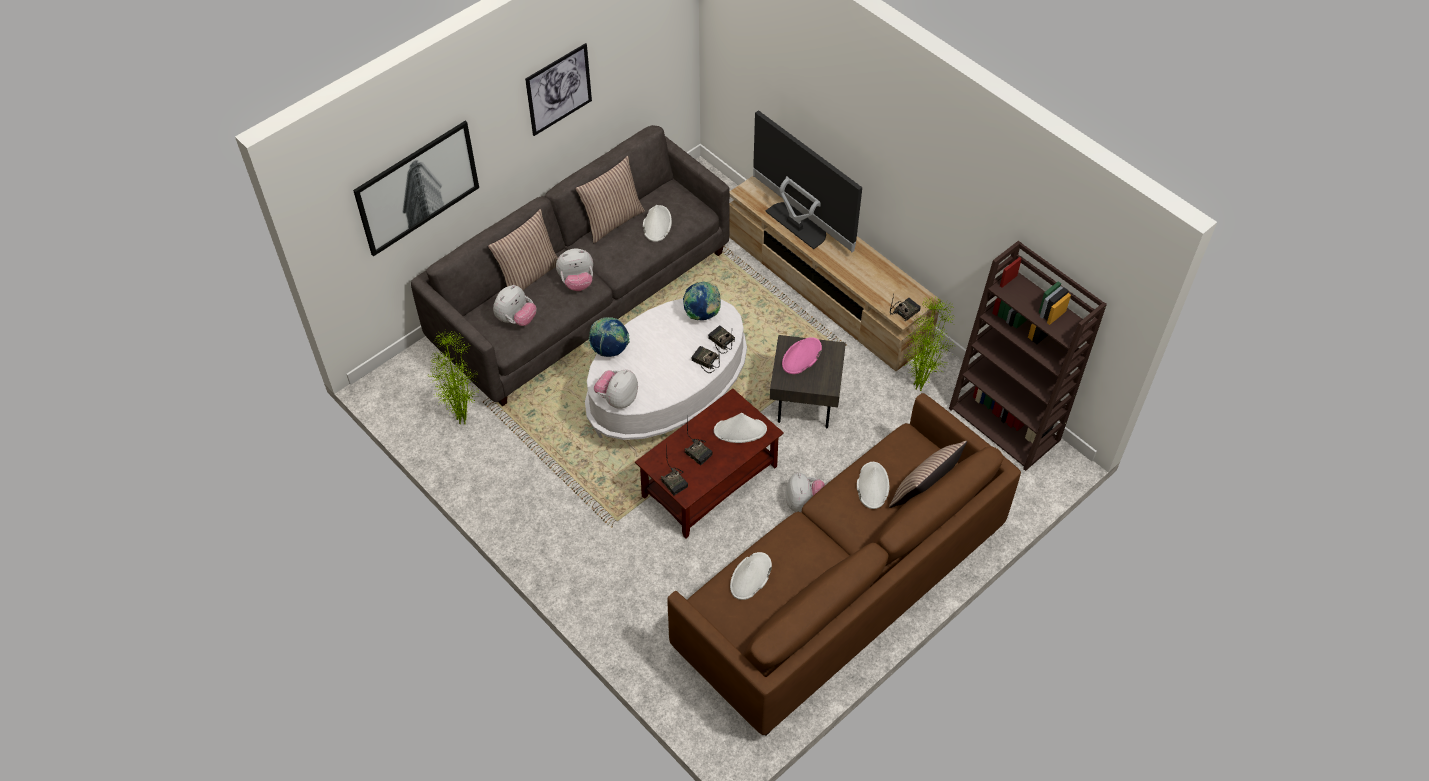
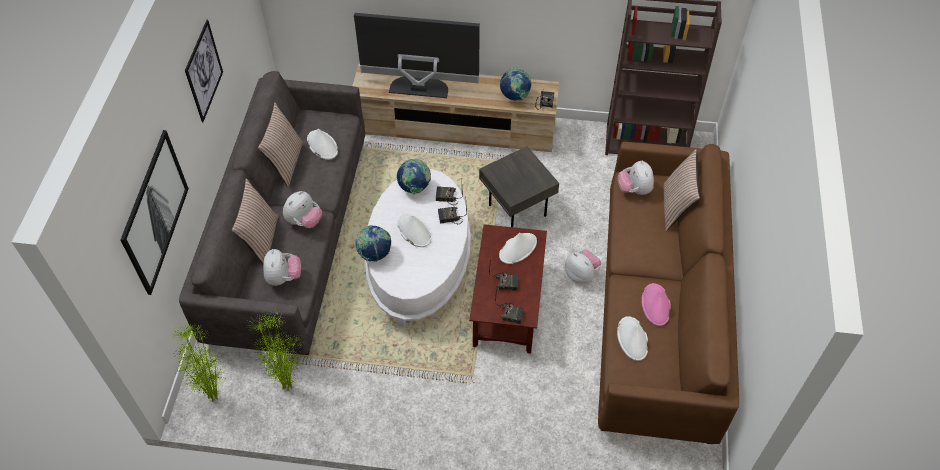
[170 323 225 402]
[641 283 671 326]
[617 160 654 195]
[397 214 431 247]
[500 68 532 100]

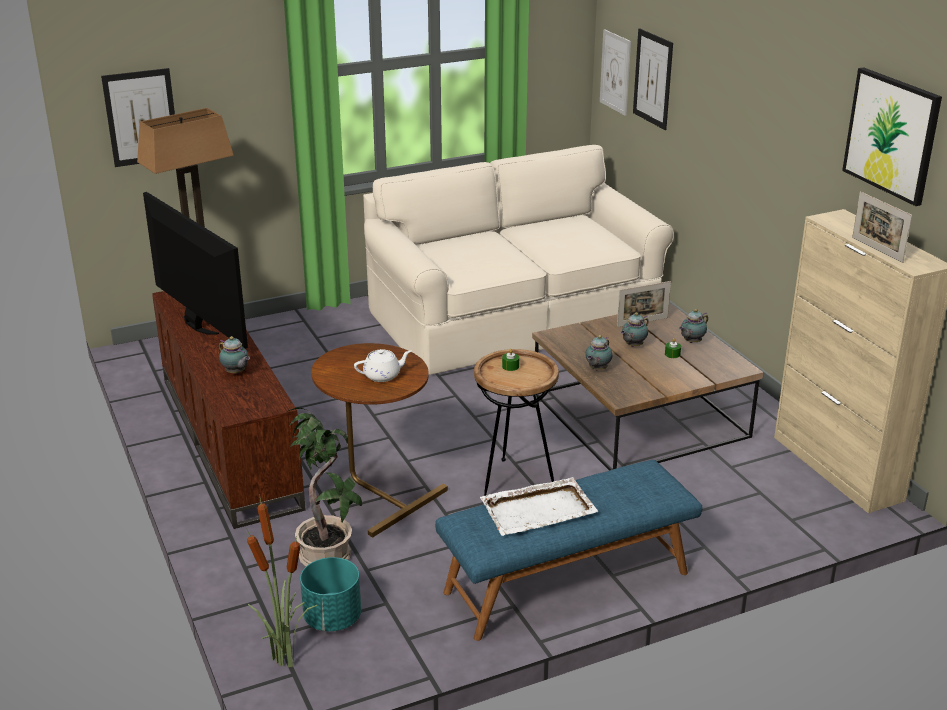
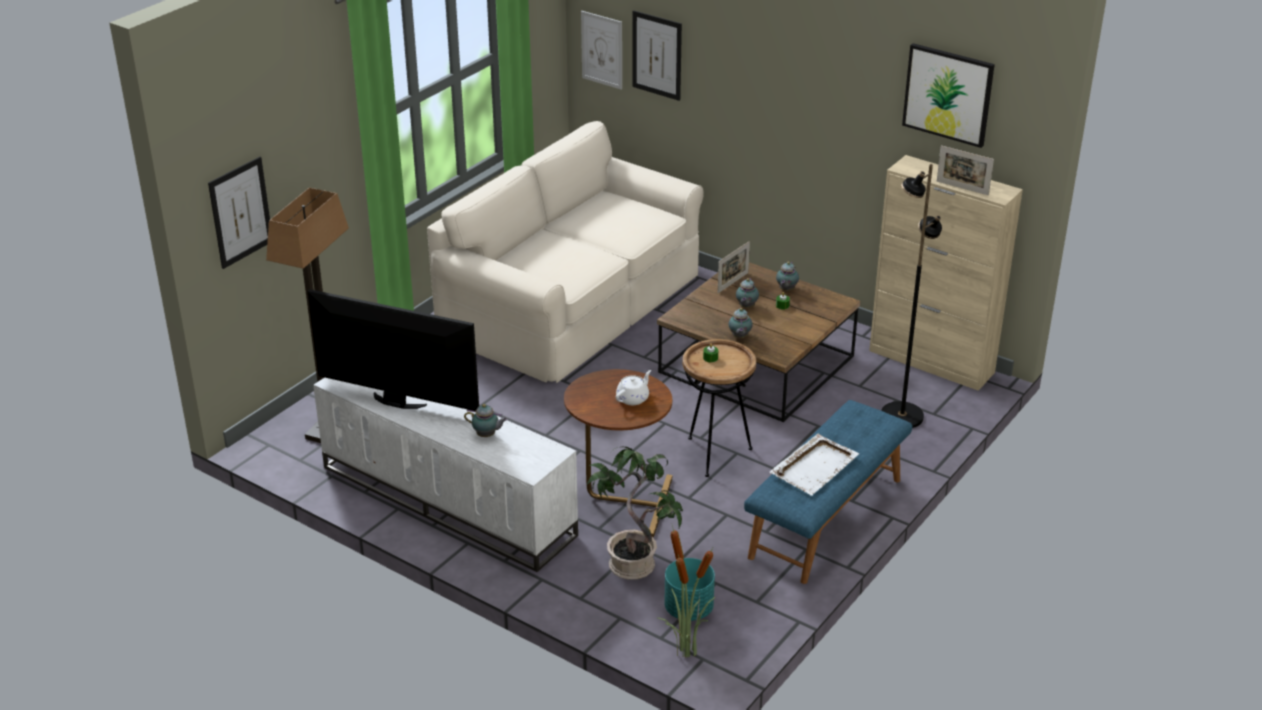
[313 377 578 572]
[881 164 942 428]

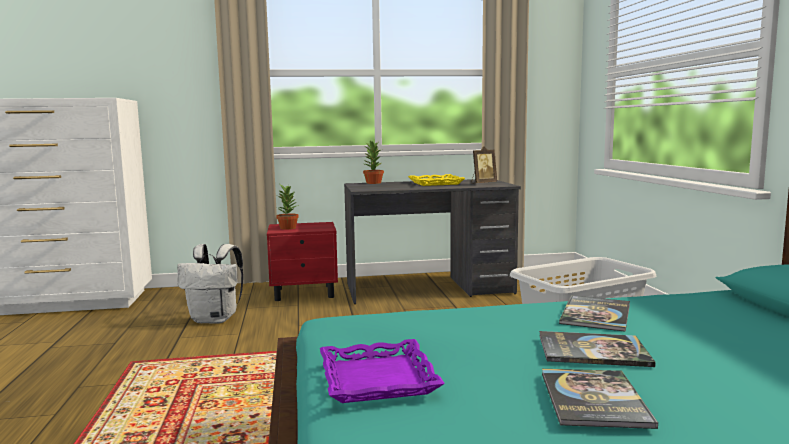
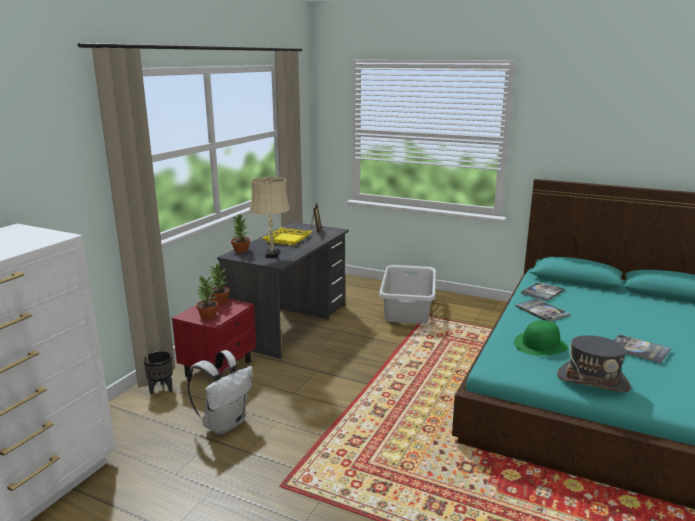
[521 282 565 301]
[557 335 631 392]
[250 176 290 258]
[210 262 230 304]
[514 320 568 356]
[143 351 173 395]

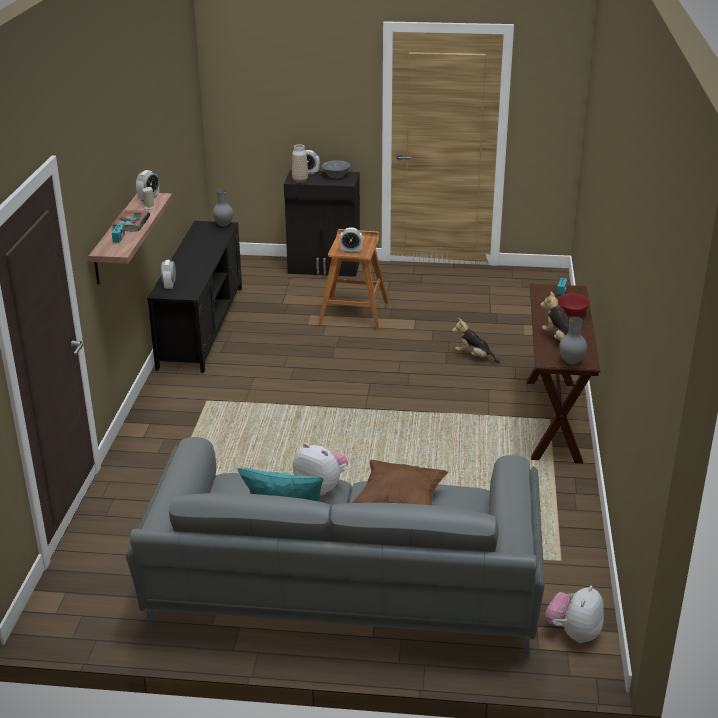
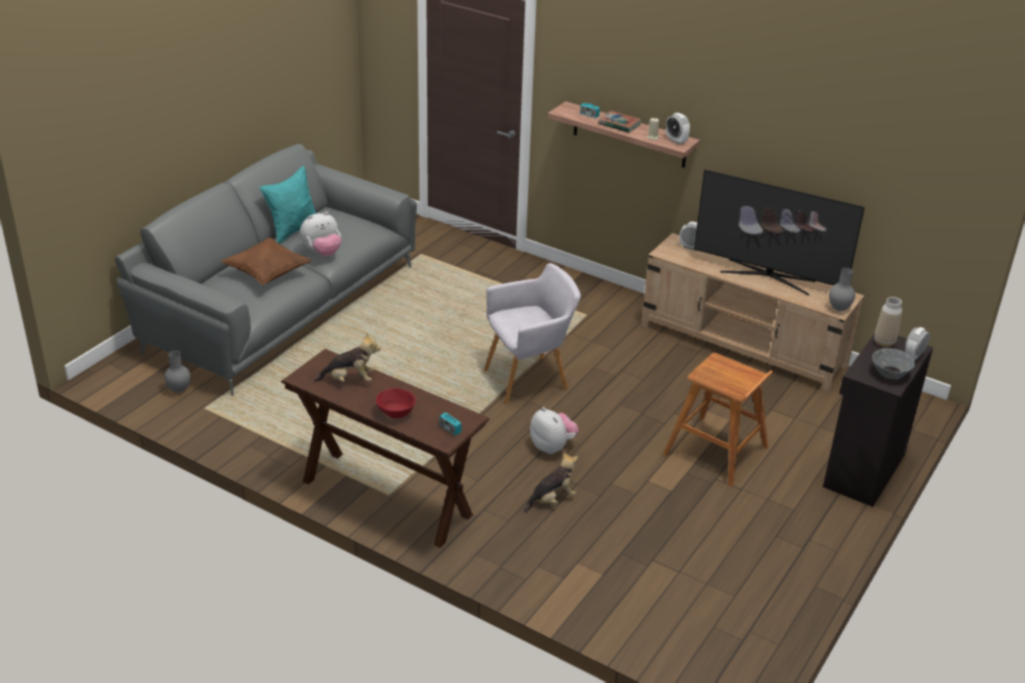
[641 233 864 394]
[340 227 363 253] (first image)
[164 350 191 393]
[530 407 579 455]
[694 170 865 295]
[484 263 581 404]

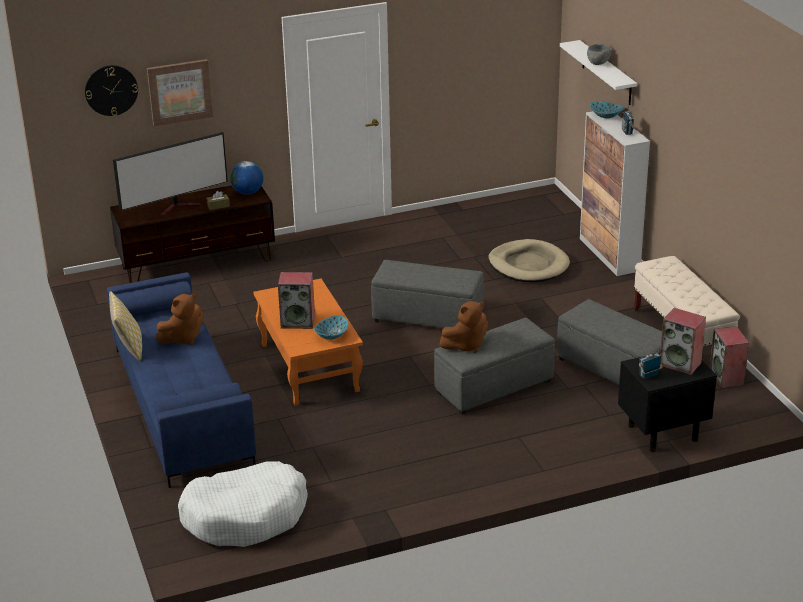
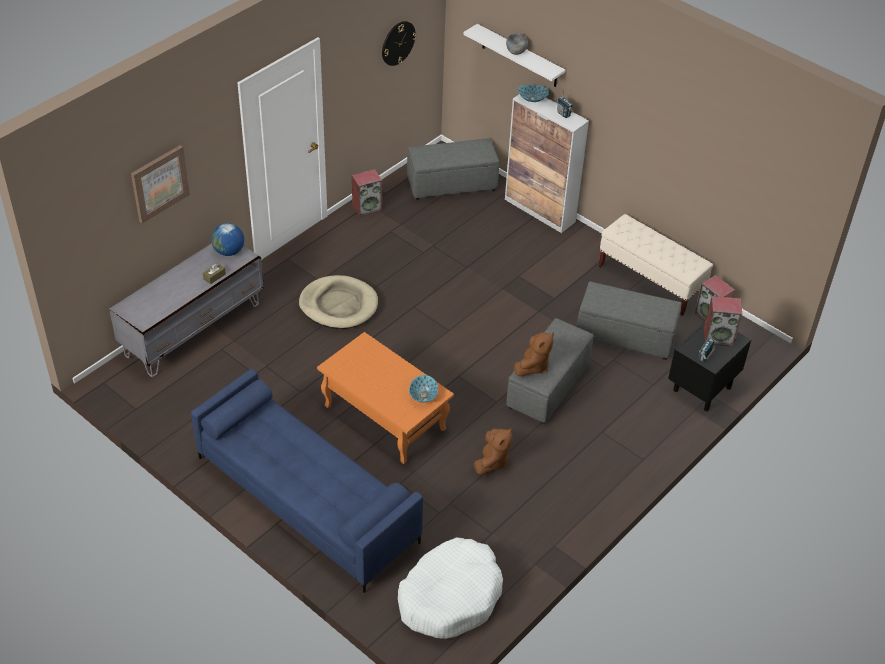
[382 21 416 66]
[113 132 228 216] (first image)
[109 243 264 377]
[299 275 378 329]
[407 138 499 200]
[352 169 382 217]
[109 291 142 361] (first image)
[474 427 513 475]

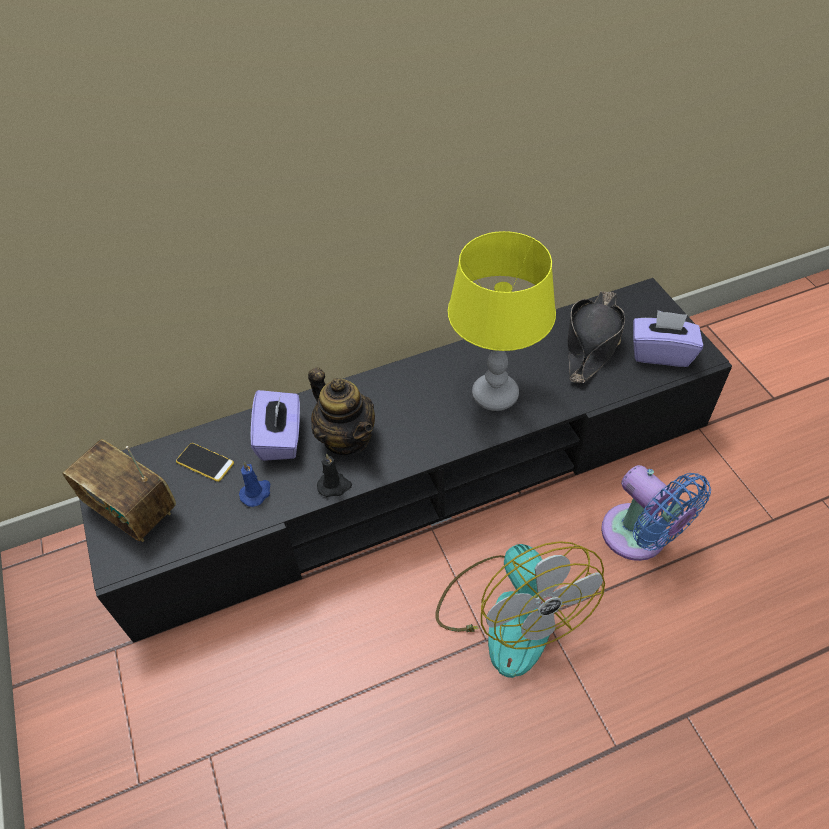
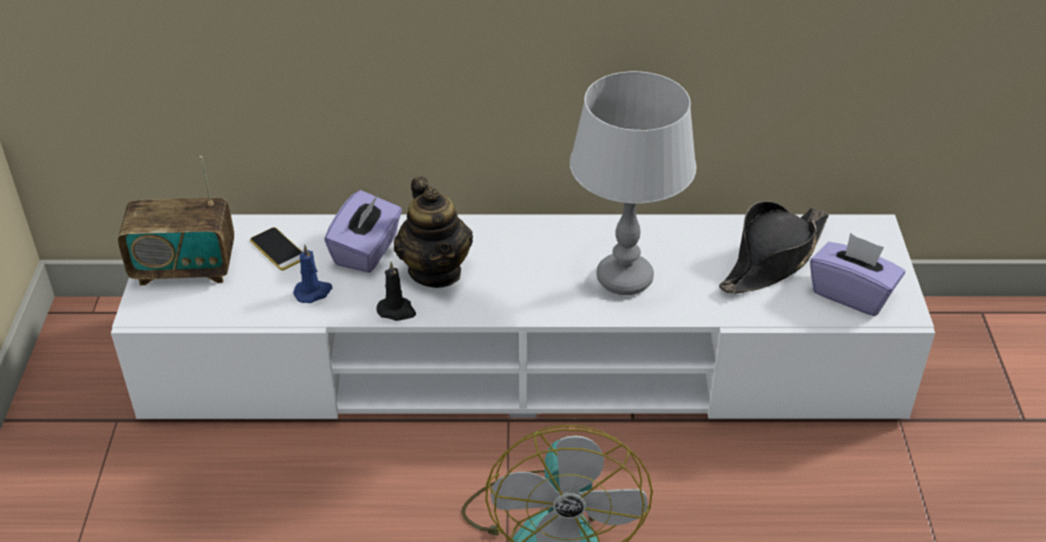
[570 71 697 295]
[111 214 935 419]
[118 156 234 286]
[601 465 711 561] (first image)

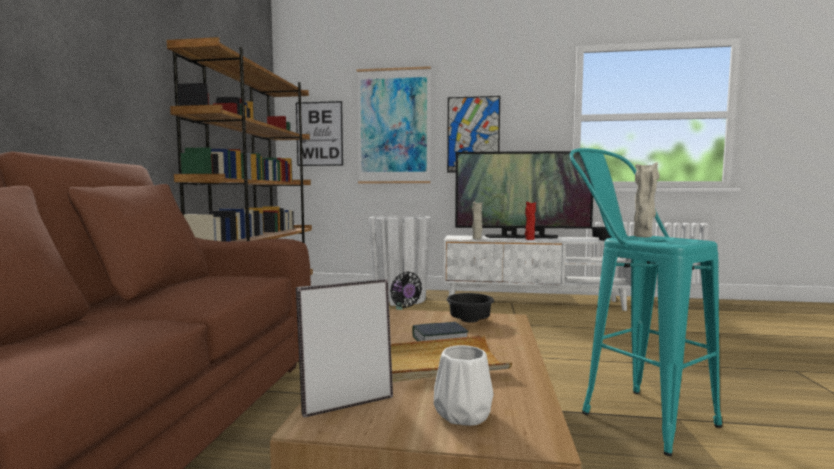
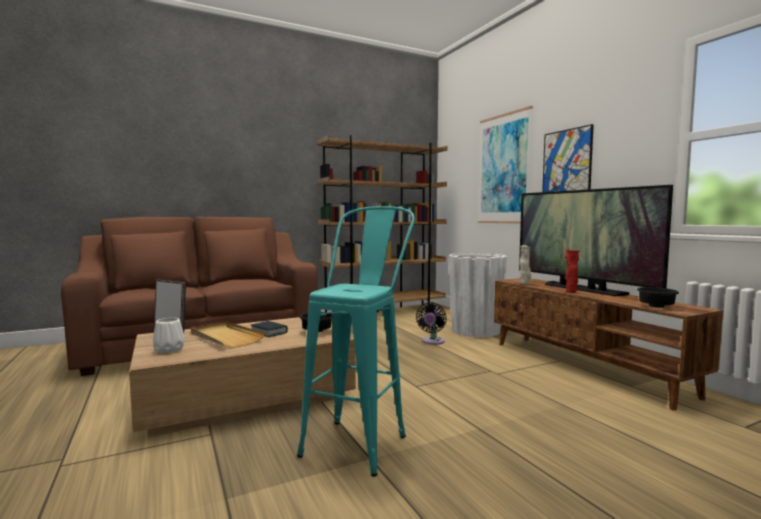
[296 101 343 166] (first image)
[634 162 660 237] (first image)
[494 278 723 411]

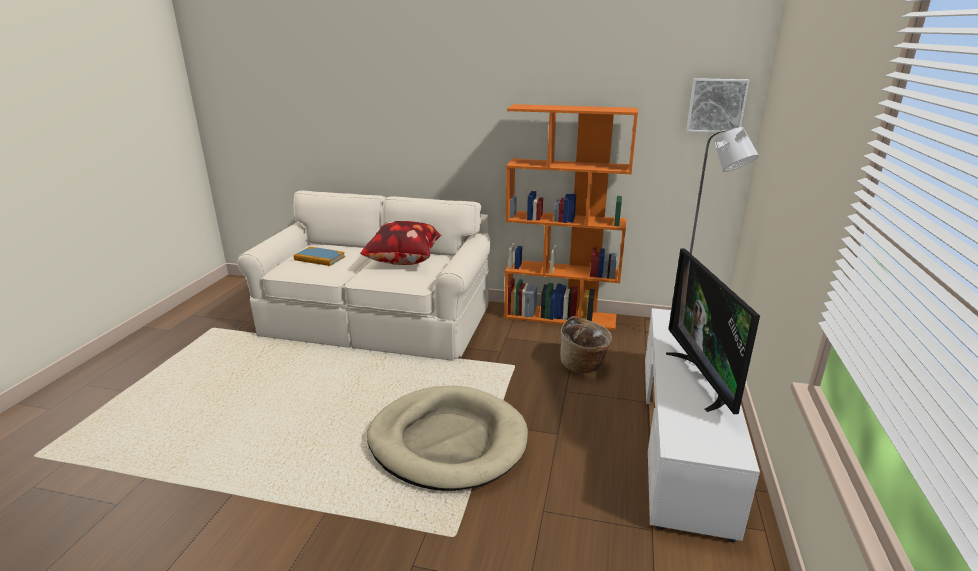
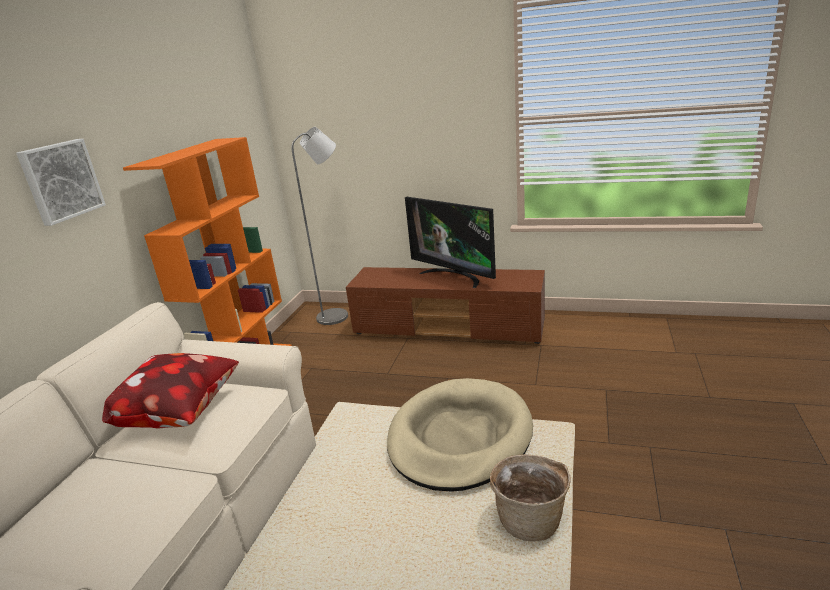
[16 139 106 226]
[294 247 345 266] (first image)
[405 197 496 288]
[346 267 545 344]
[490 454 571 542]

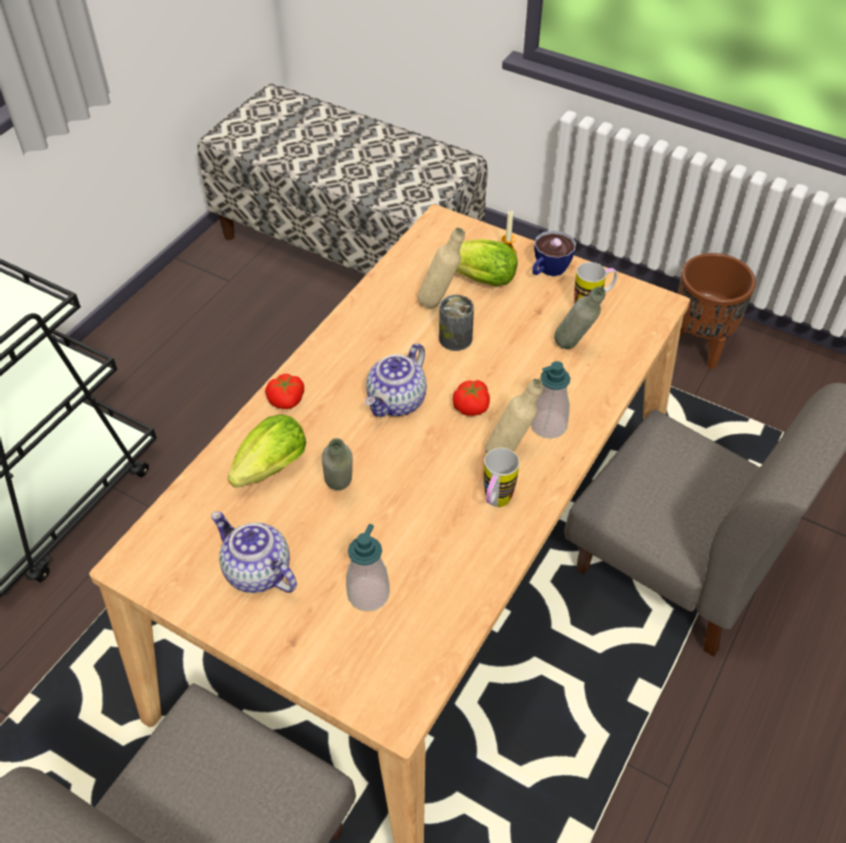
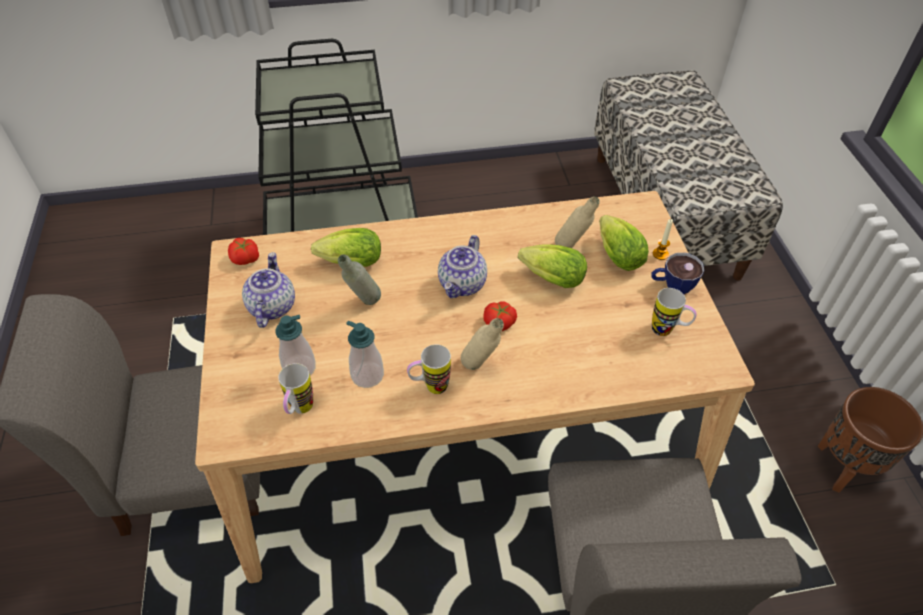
[554 286 606 349] (first image)
[518 244 587 288]
[438 235 487 298]
[346 321 384 388]
[228 238 259 265]
[278 363 313 414]

